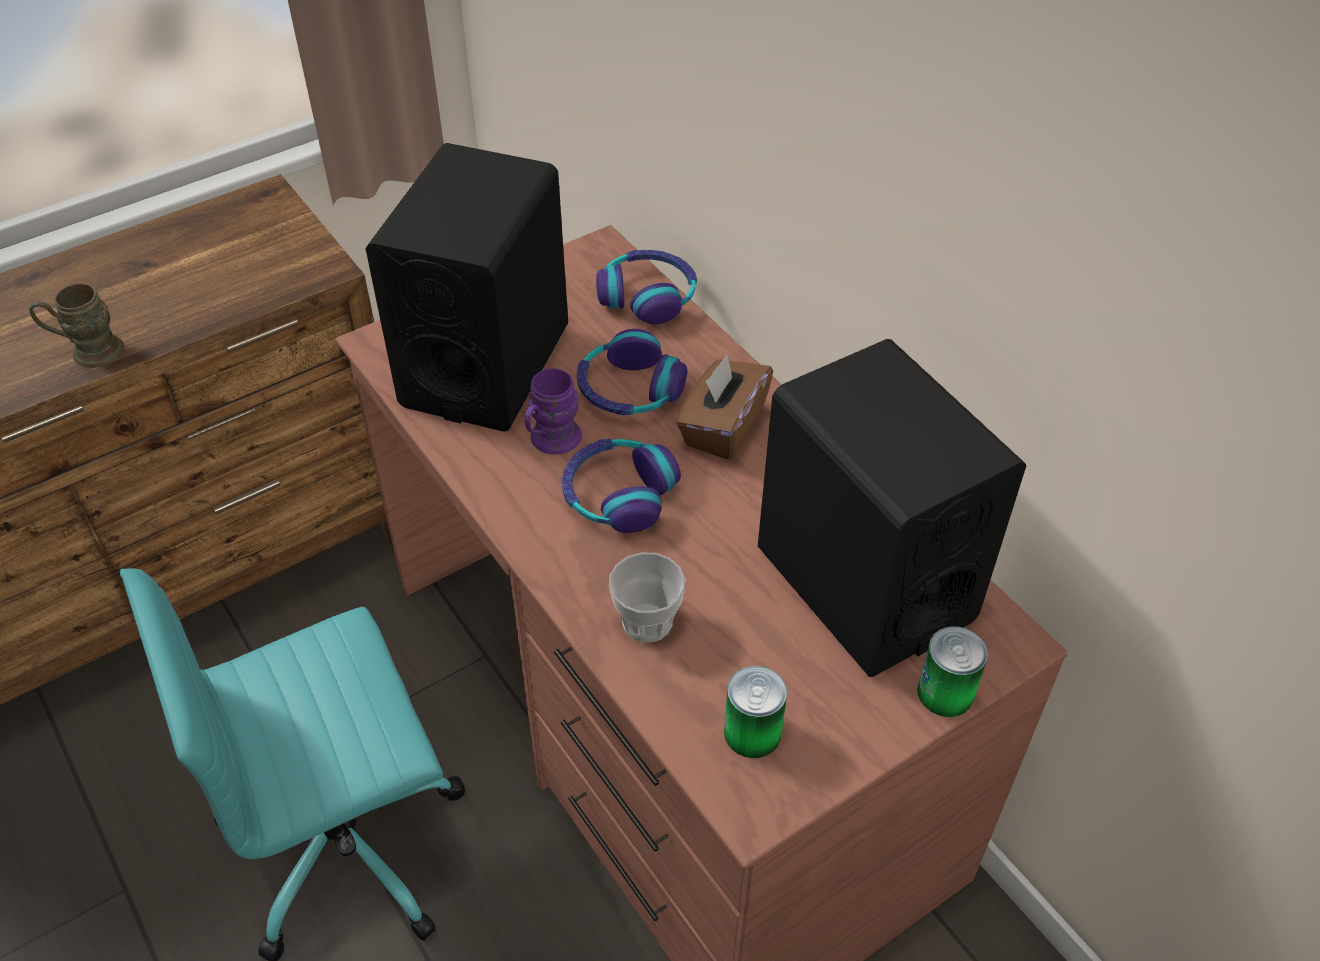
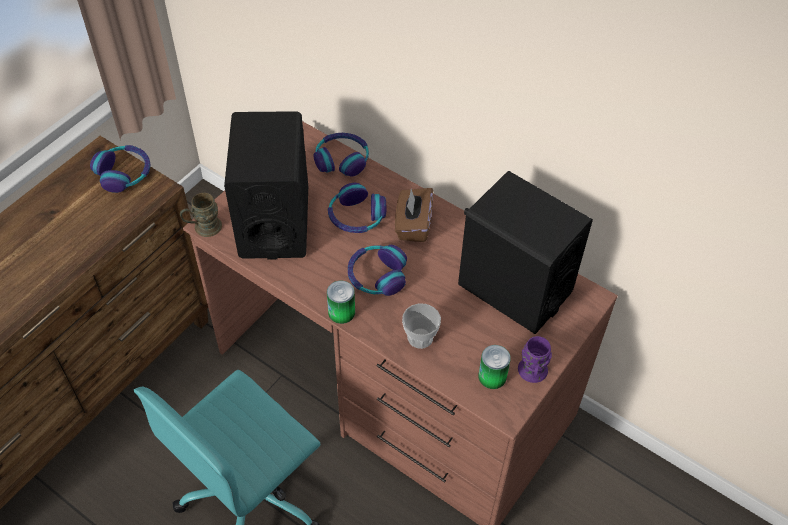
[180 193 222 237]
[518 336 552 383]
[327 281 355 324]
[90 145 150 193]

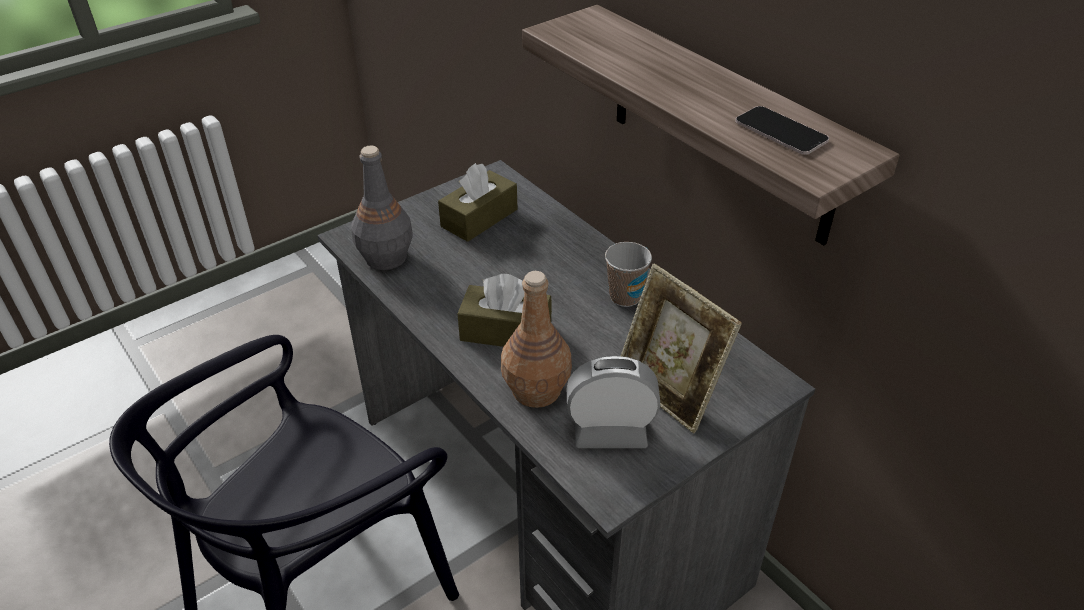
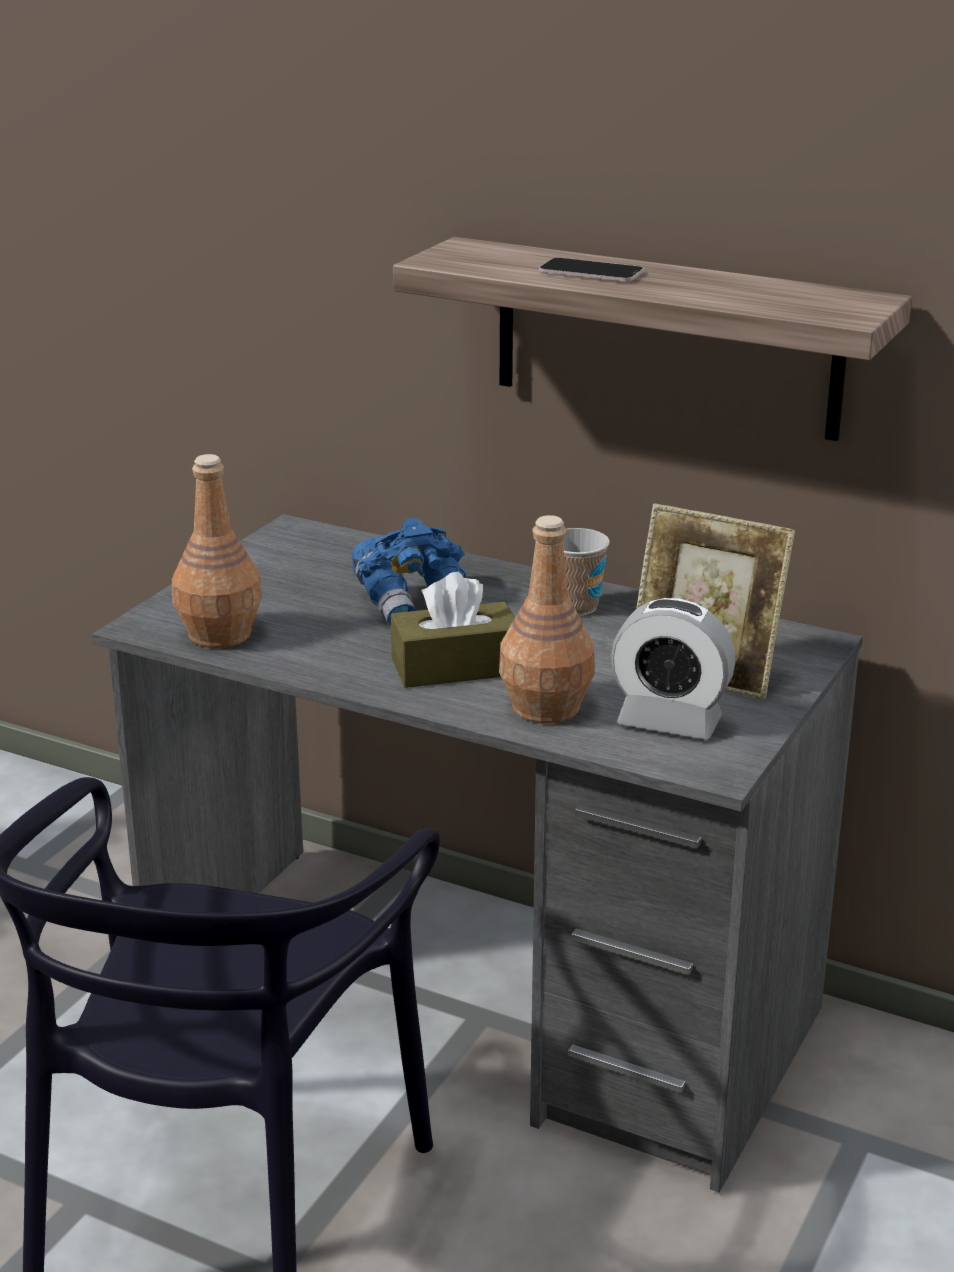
[539 258 644 282]
[172 454 262 648]
[438 163 517 242] (first image)
[611 598 736 739]
[352 518 466 626]

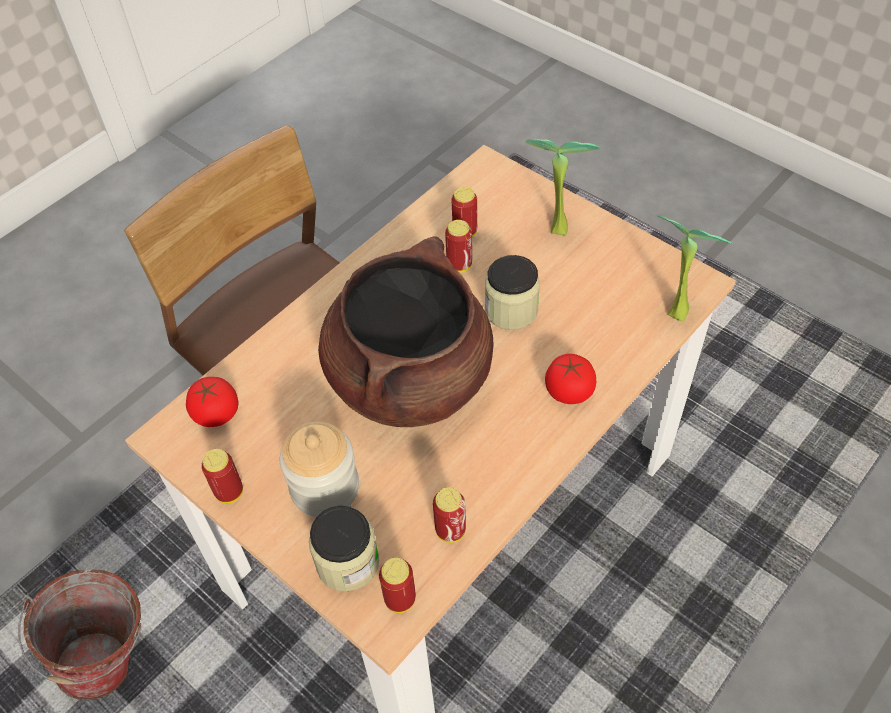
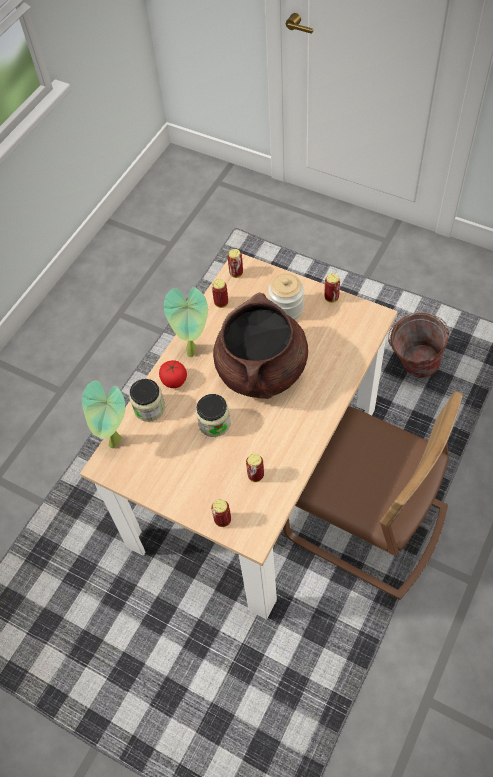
[164 287 208 357]
[211 499 231 527]
[186 377 238 427] (first image)
[130 379 165 422]

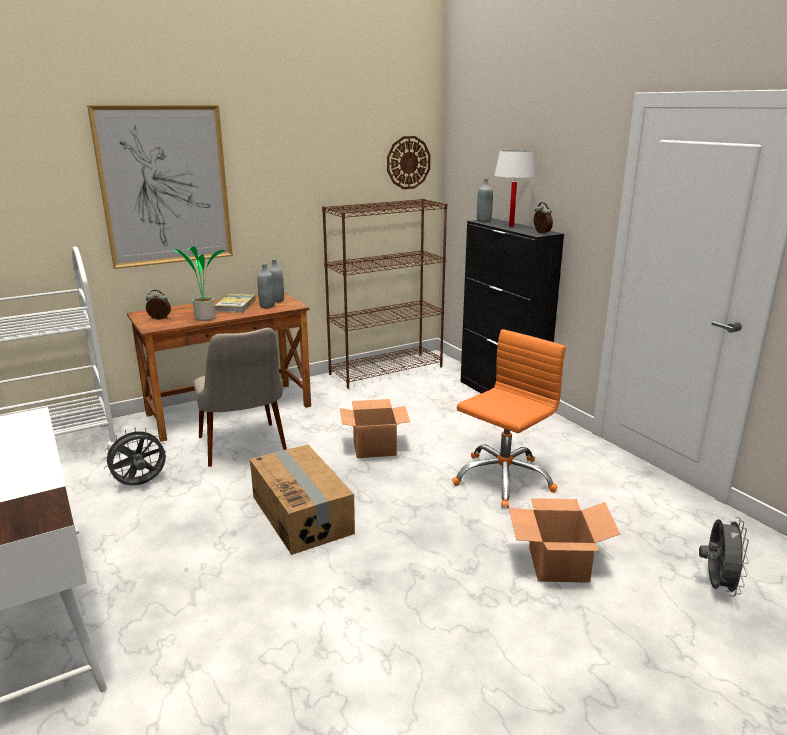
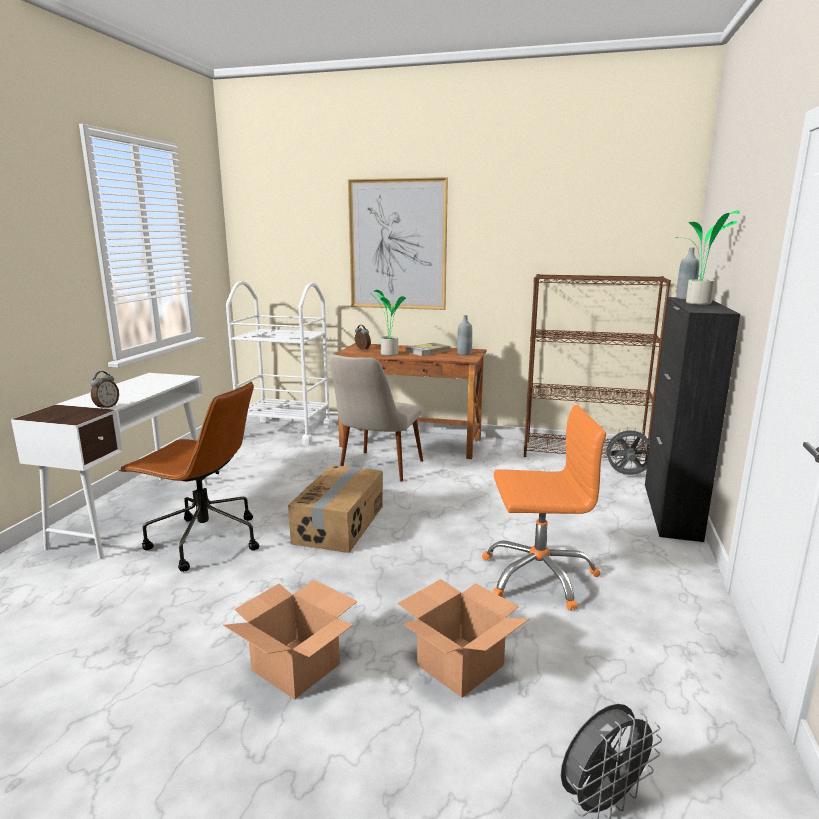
[387 136 431 189] (first image)
[676 210 740 305]
[90 371 119 410]
[257 263 275 308] (first image)
[223 580 358 700]
[603 427 650 475]
[118 381 259 572]

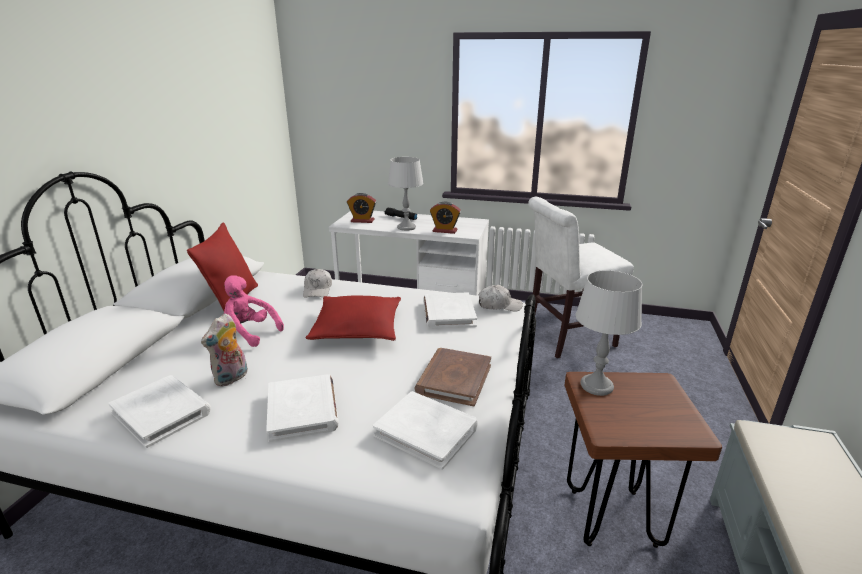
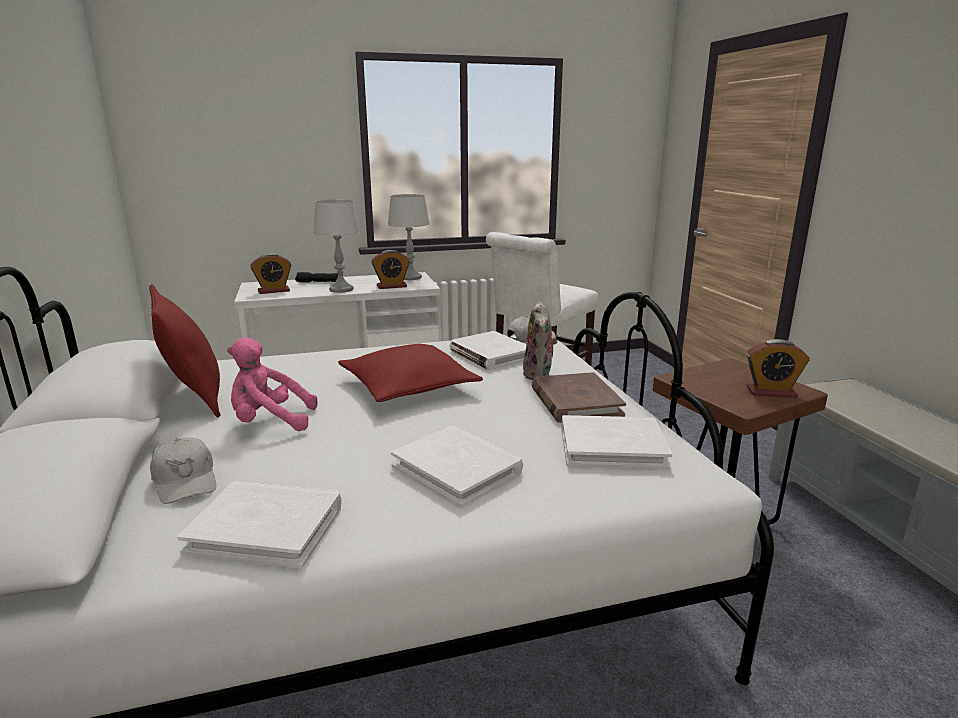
[150 437 216 504]
[388 194 430 280]
[522 301 557 380]
[746 339 810 398]

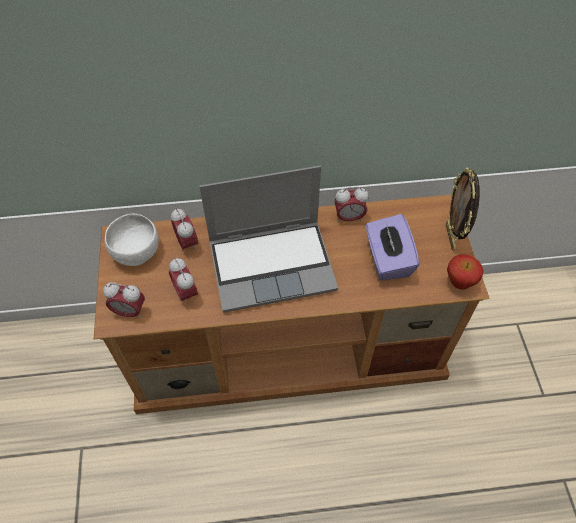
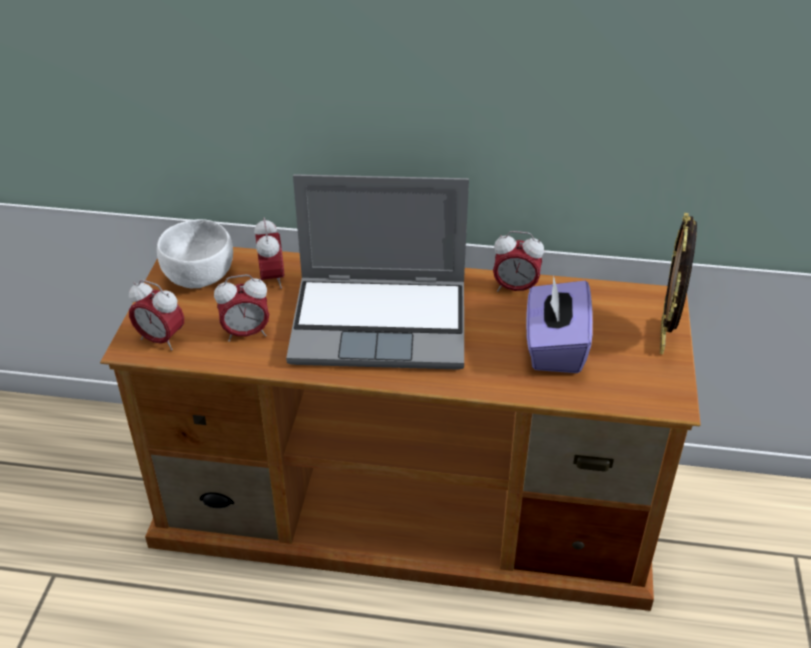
[447 255 484 289] (first image)
[214 274 269 342]

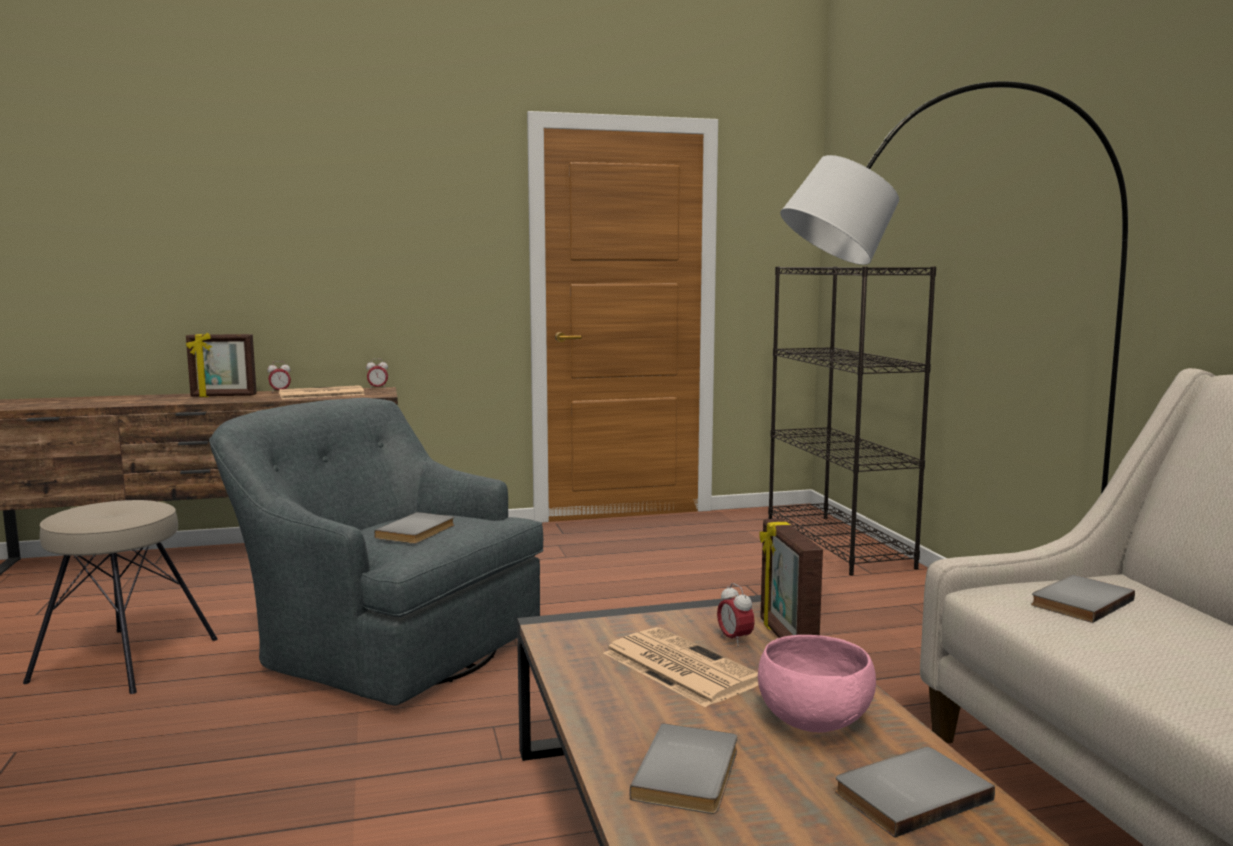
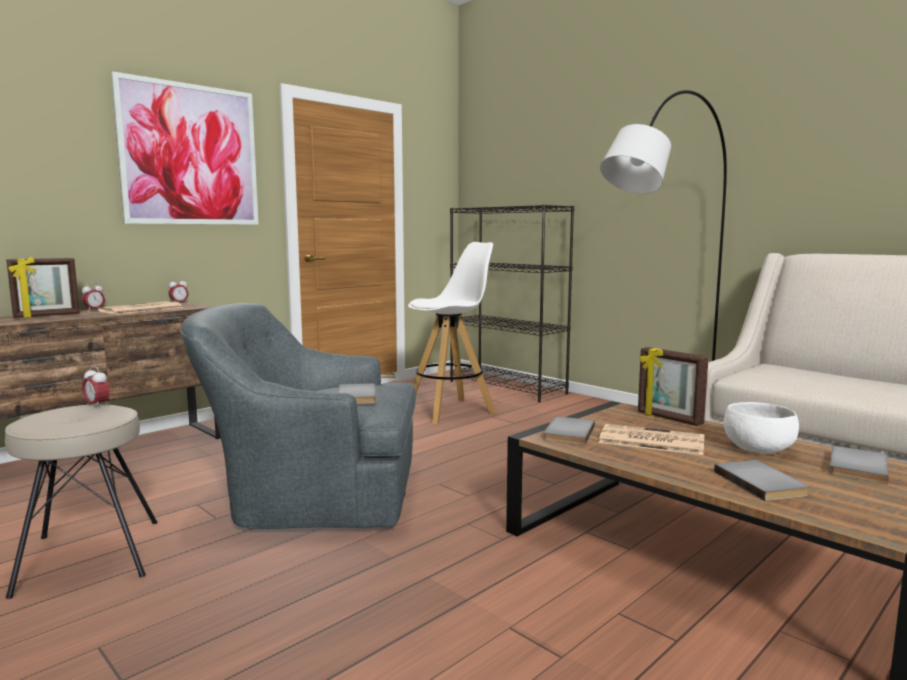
[543 416 595 445]
[82 366 110 408]
[723 402 799 454]
[111 71 259 225]
[408 242 496 424]

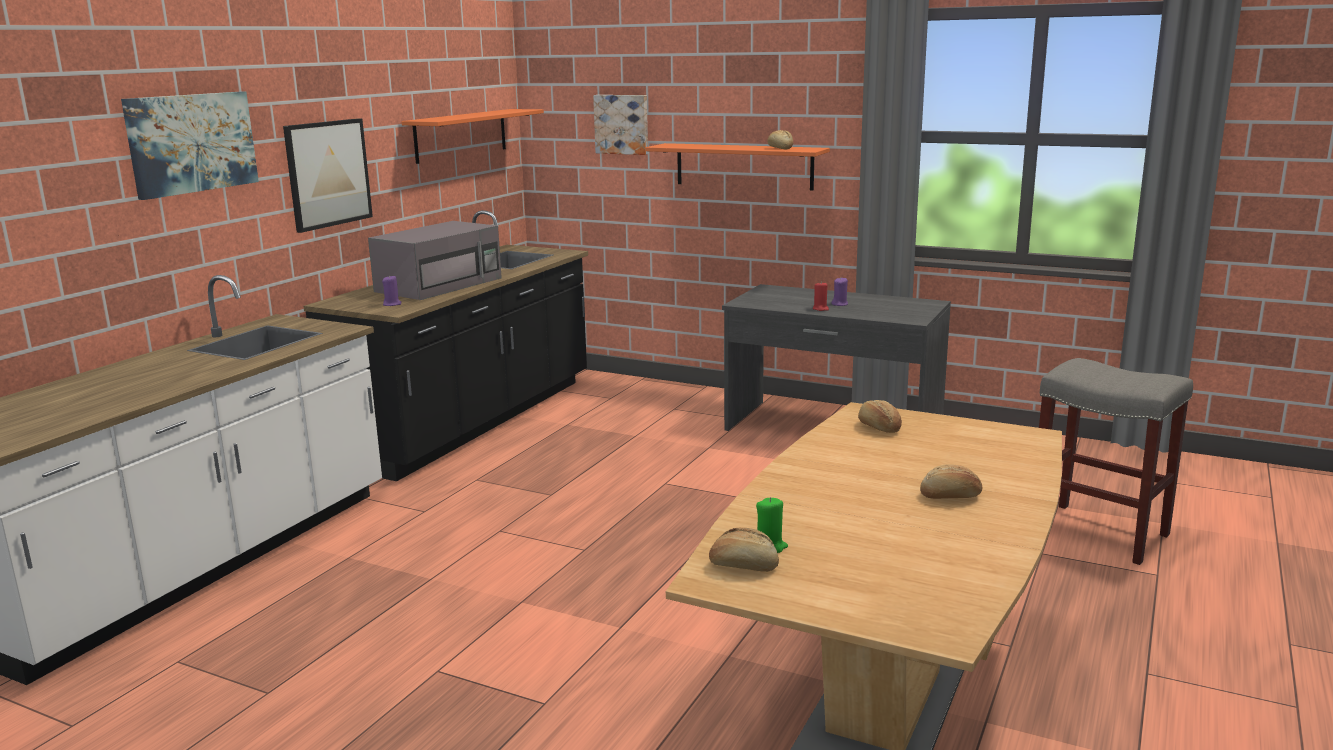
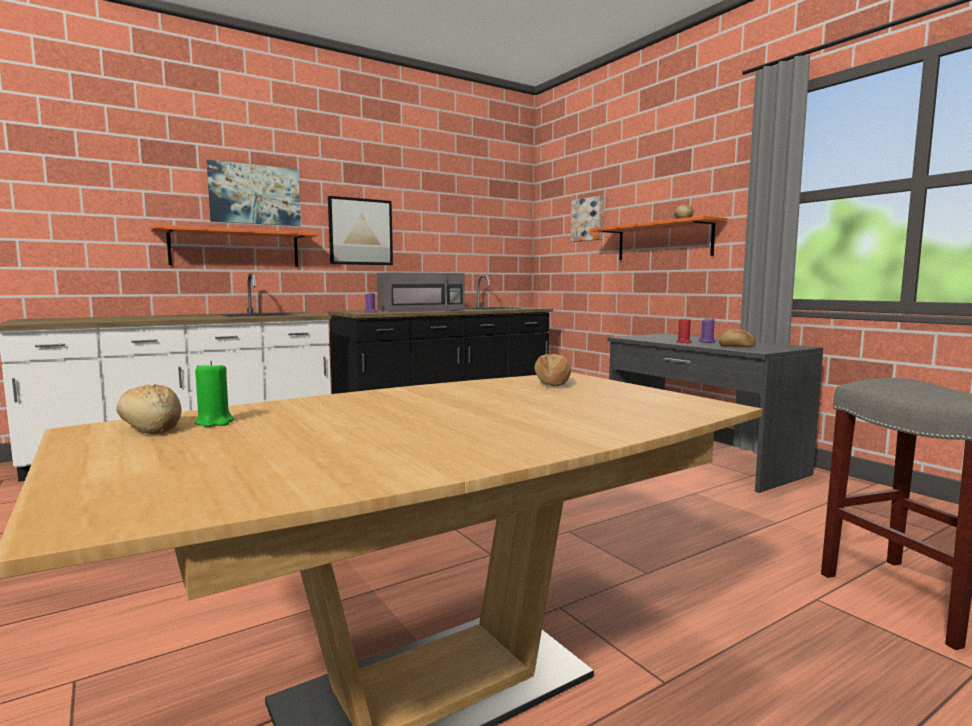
[151 225 319 267]
[719 329 756 347]

